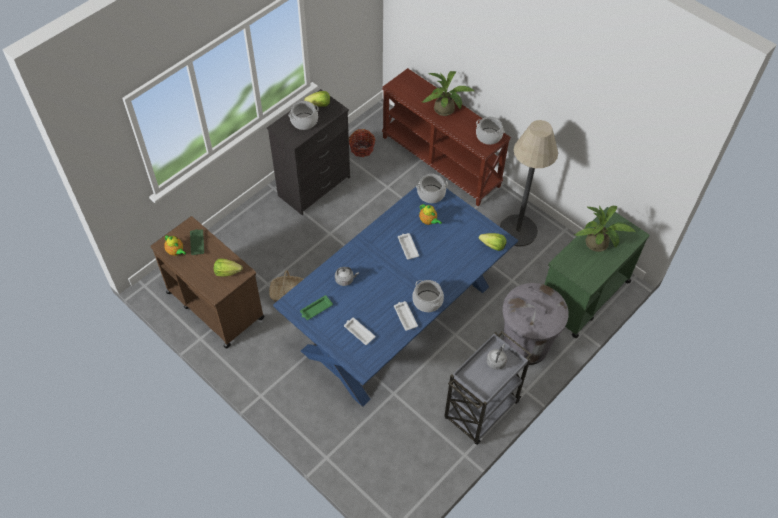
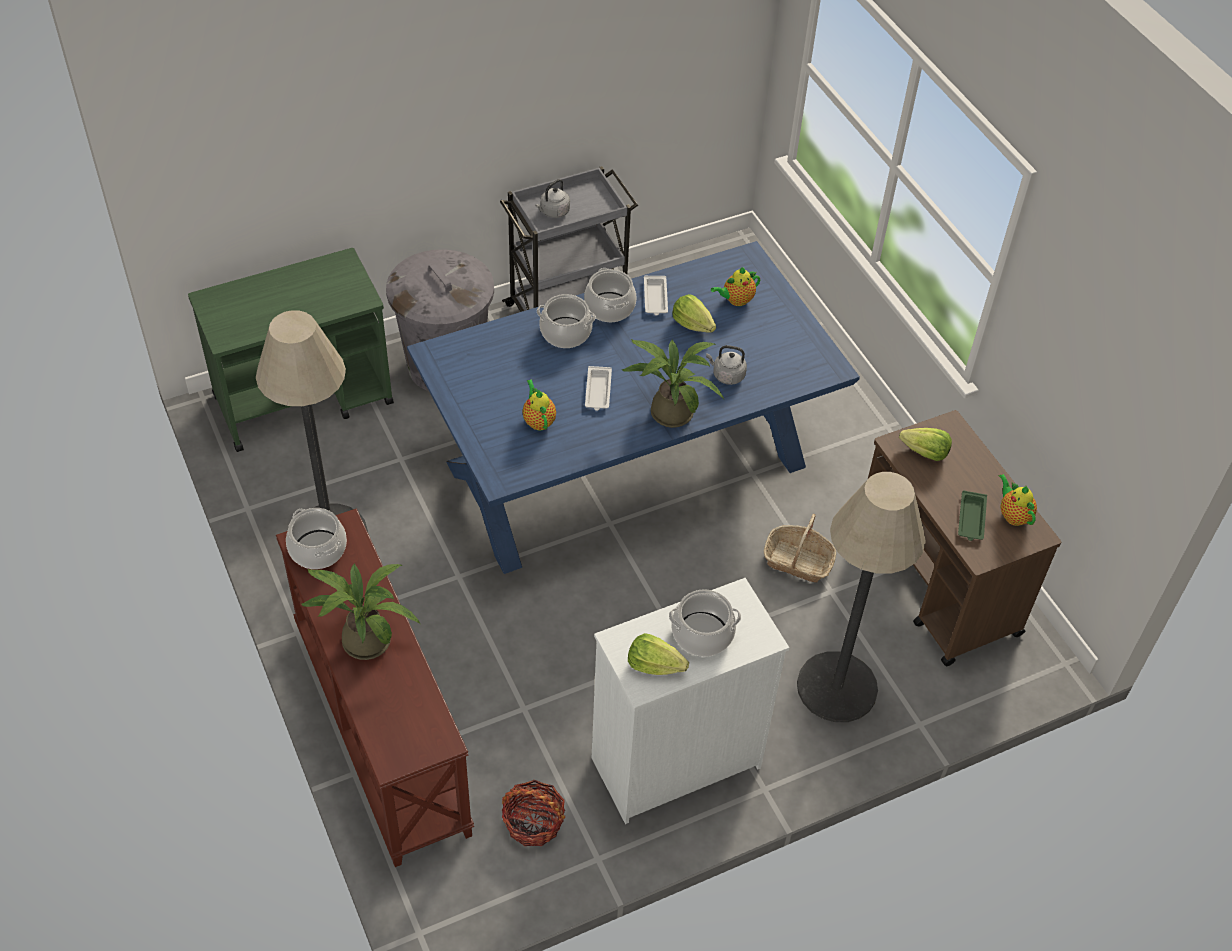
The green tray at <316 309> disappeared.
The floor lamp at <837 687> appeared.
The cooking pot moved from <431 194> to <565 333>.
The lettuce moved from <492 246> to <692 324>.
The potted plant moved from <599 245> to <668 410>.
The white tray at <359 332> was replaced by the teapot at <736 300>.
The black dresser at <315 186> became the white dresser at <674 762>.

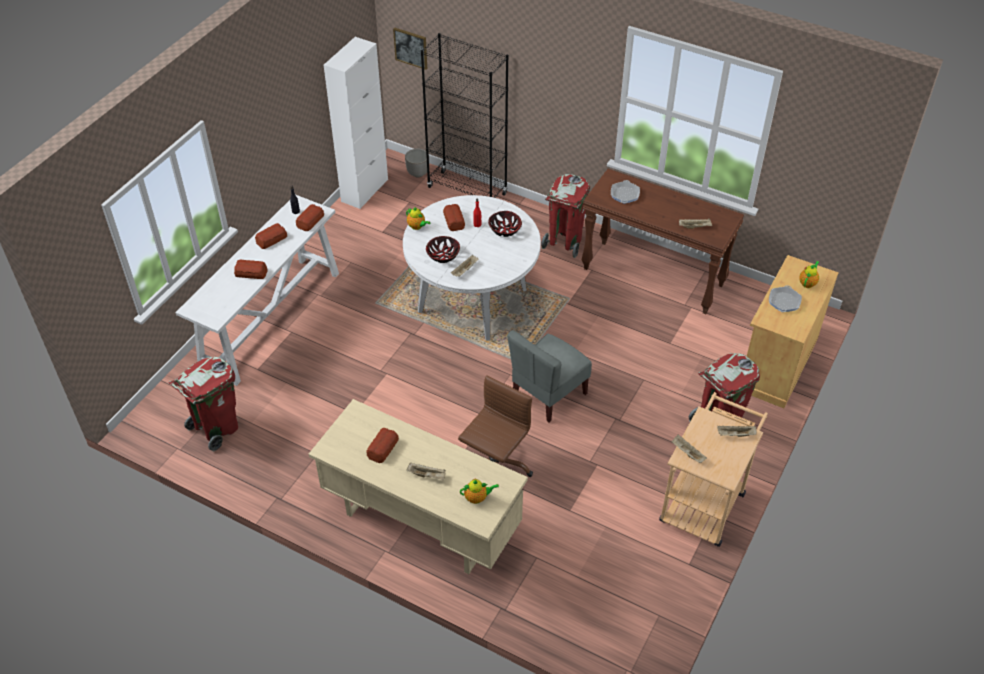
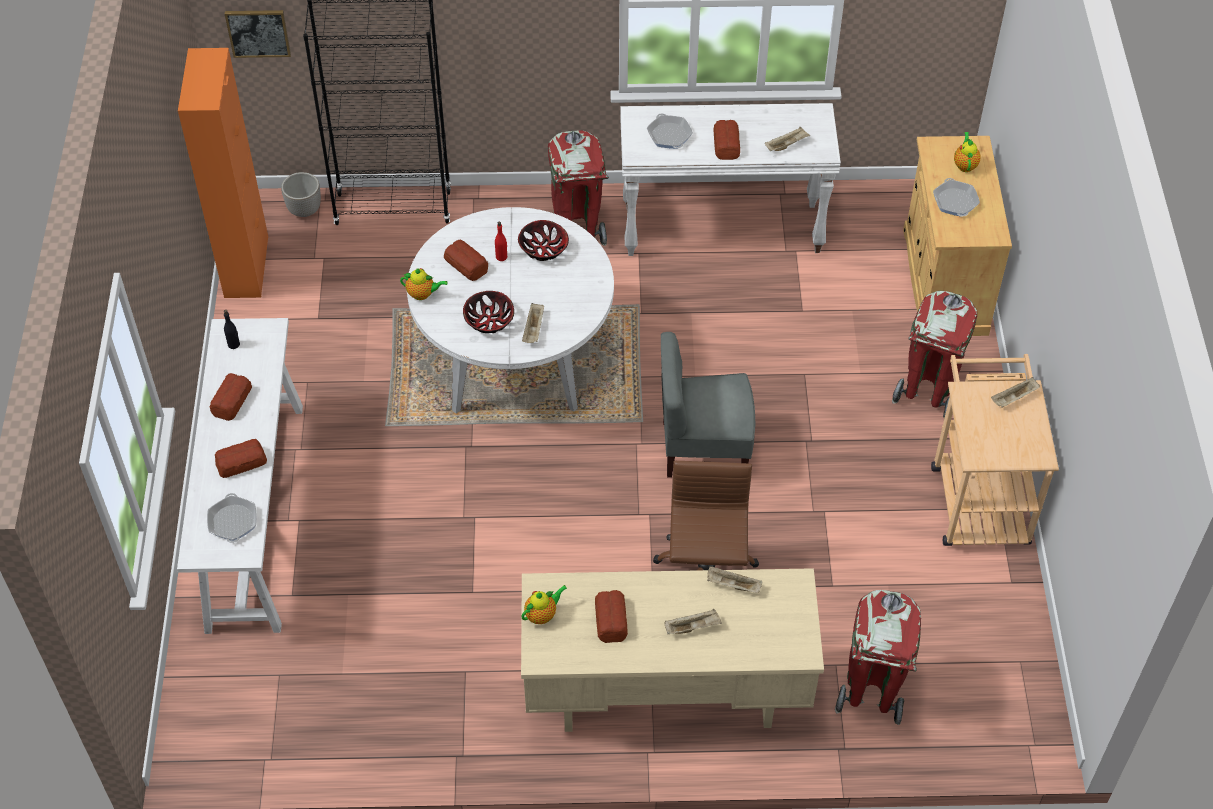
The frying pan at <233 522> appeared.
The red trash can moved from <216 428> to <871 691>.
The bread moved from <310 221> to <726 144>.
The teapot moved from <477 498> to <542 614>.
The beige tray moved from <687 453> to <732 585>.
The white cabinet at <364 190> became the orange cabinet at <246 267>.
The brown console table at <653 276> became the white console table at <722 228>.
The grey chair at <548 395> turned 75 degrees clockwise.

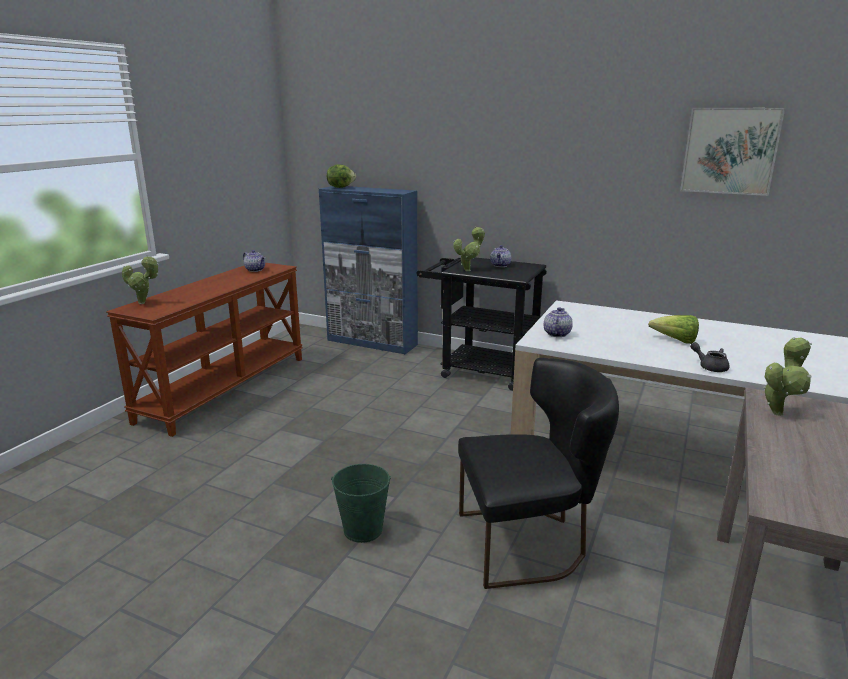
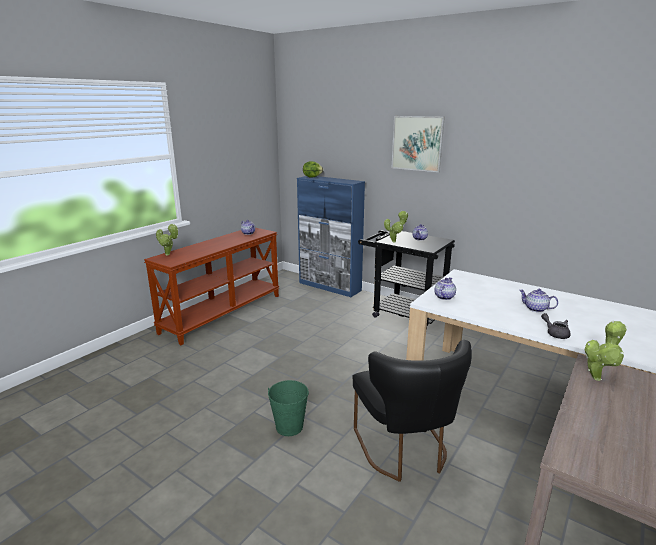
The picture moved from <730 151> to <417 143>.
The lettuce at <675 341> was replaced by the teapot at <535 309>.
The black chair at <529 543> turned 75 degrees clockwise.

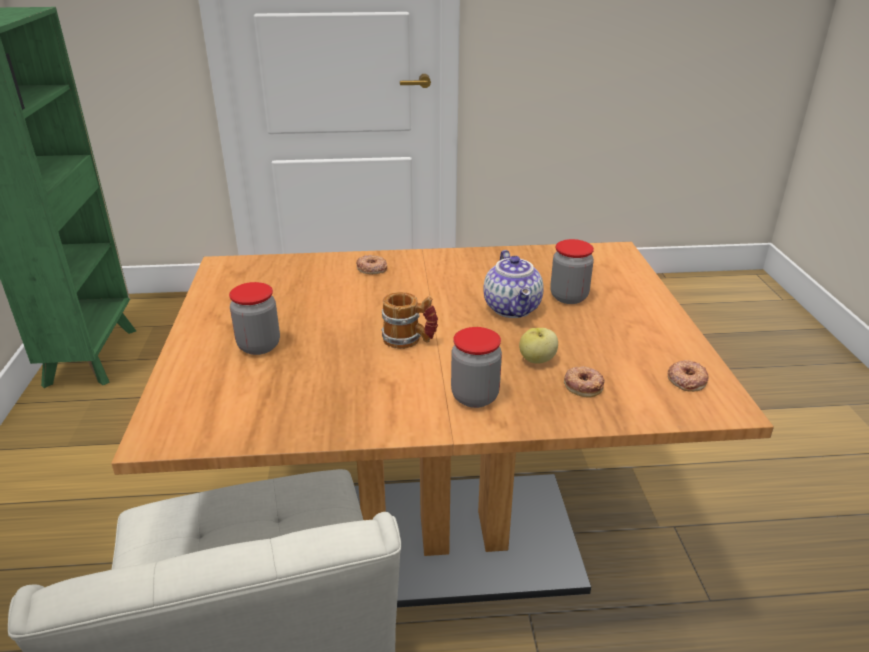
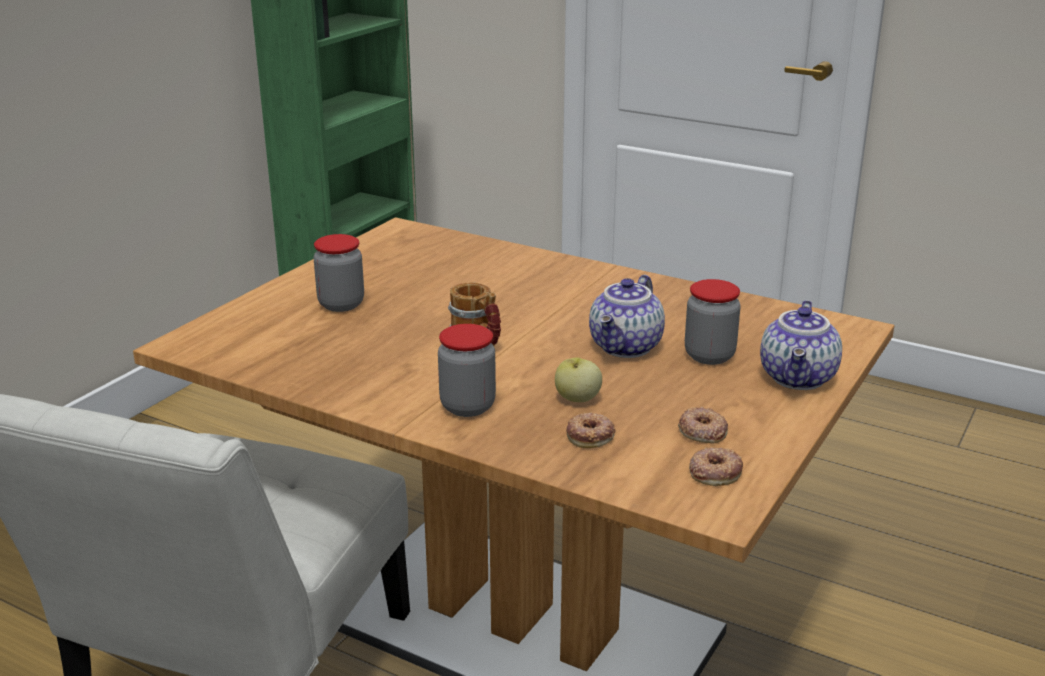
The teapot at <799 378> appeared.
The donut moved from <371 268> to <702 431>.

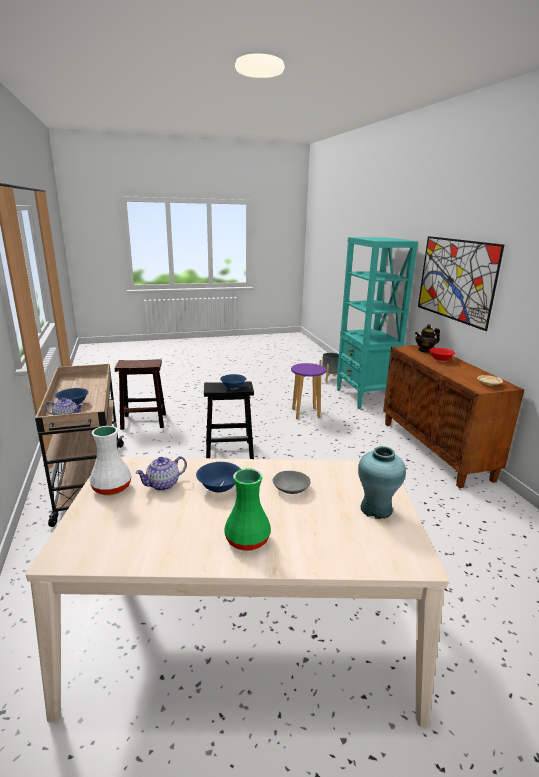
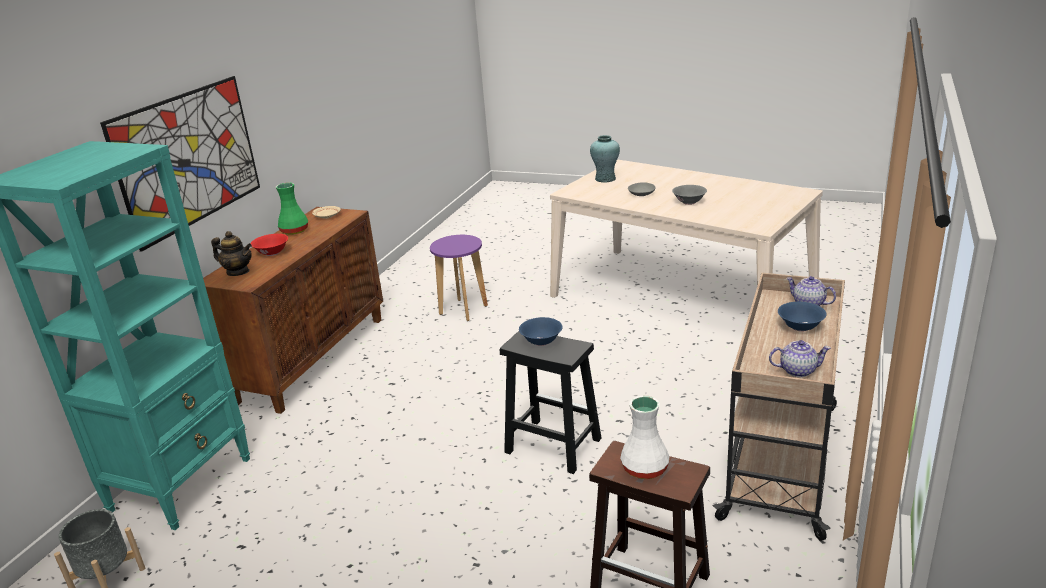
The white vase moved from <111 487> to <644 469>.
The teapot moved from <163 485> to <798 370>.
The green vase moved from <248 540> to <294 231>.
The purple stool moved from <305 413> to <463 310>.
The blue bowl at <219 487> became the grey bowl at <689 202>.

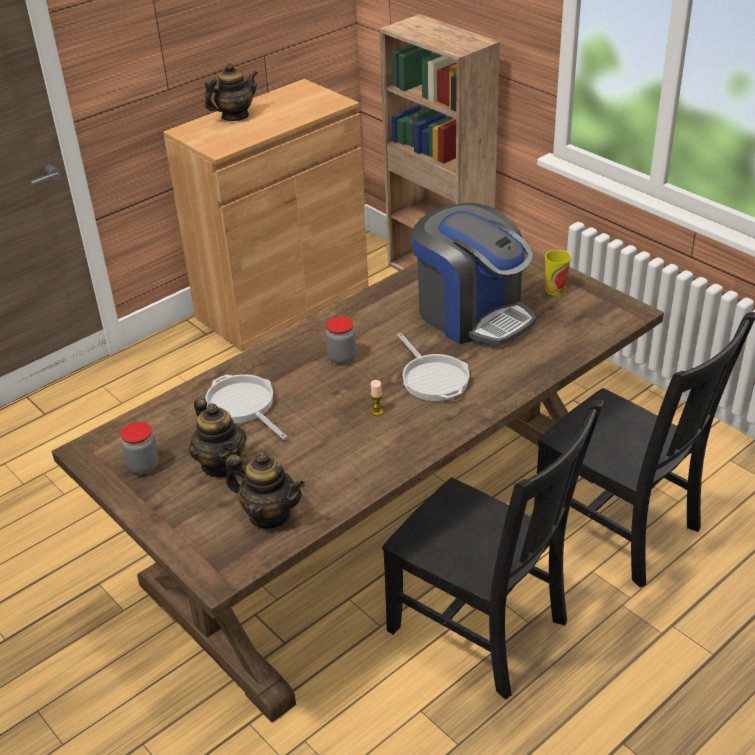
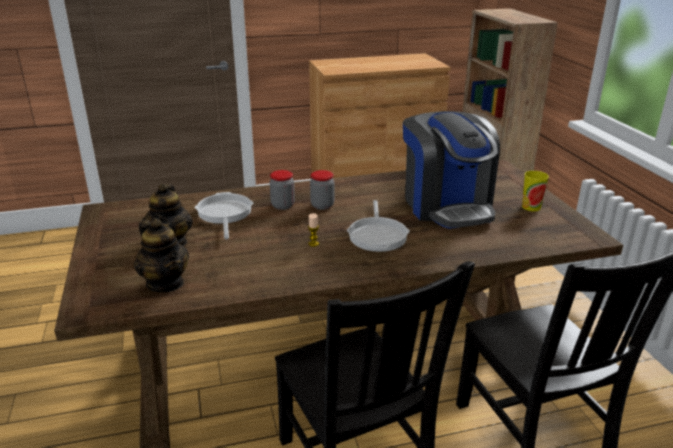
The teapot at <235 116> disappeared.
The jar moved from <144 466> to <282 205>.

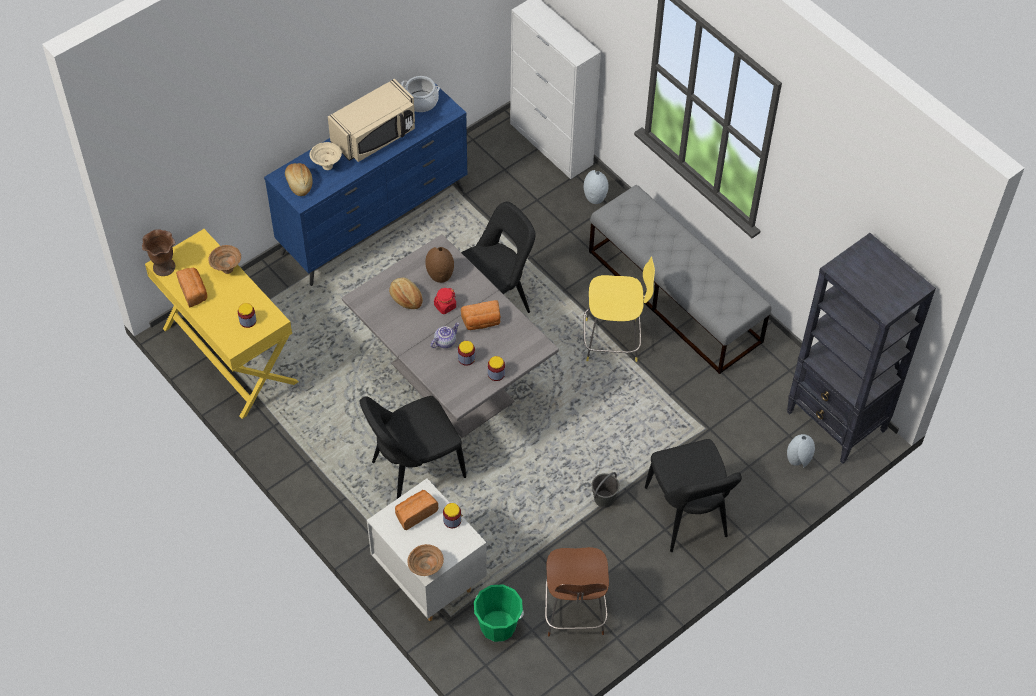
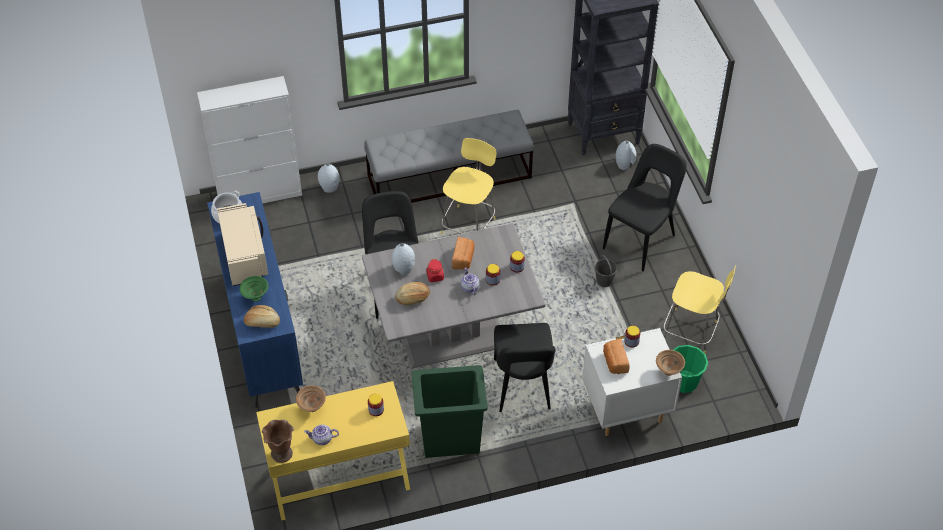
The green trash can at <449 438> appeared.
The bread at <194 292> was replaced by the teapot at <322 439>.
The beige bowl at <326 166> became the green bowl at <256 298>.
The brown vase at <440 275> became the grey vase at <403 269>.
The brown stool at <574 613> became the yellow stool at <692 332>.
The black chair at <687 516> turned 60 degrees counterclockwise.

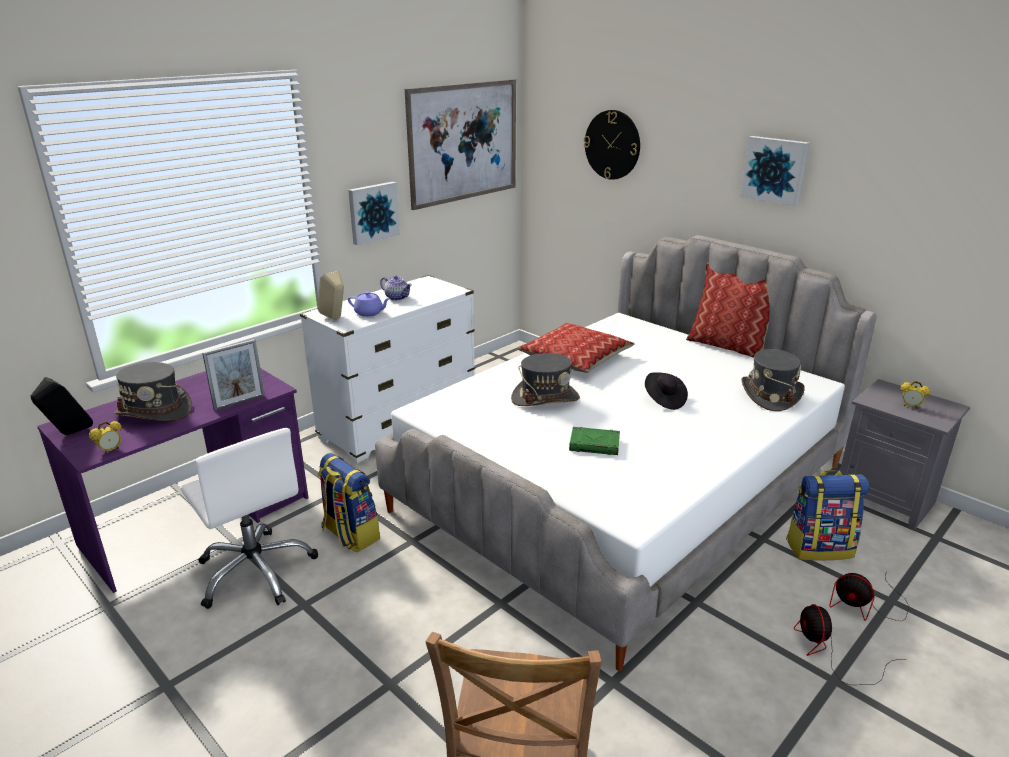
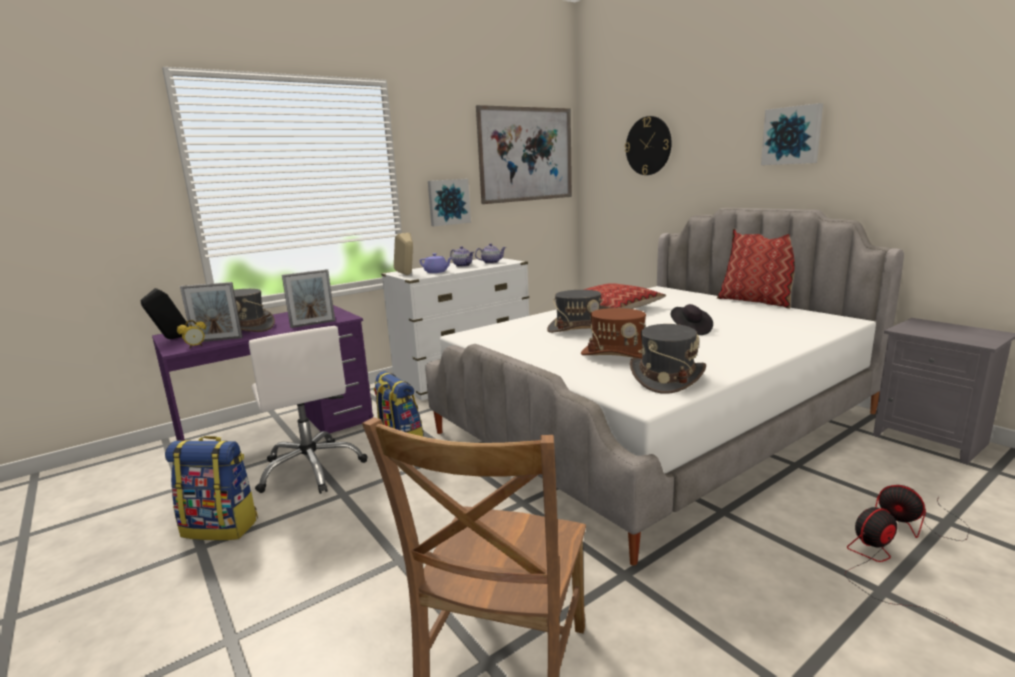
The alarm clock at <910 406> disappeared.
The picture frame at <217 340> appeared.
The teapot at <491 262> appeared.
The grey hat moved from <770 395> to <666 378>.
The backpack moved from <819 547> to <222 527>.
The green book at <595 445> was replaced by the brown hat at <617 355>.
The fan at <830 653> turned 60 degrees clockwise.

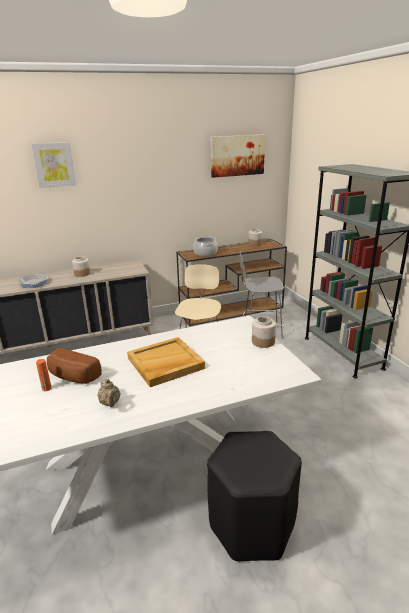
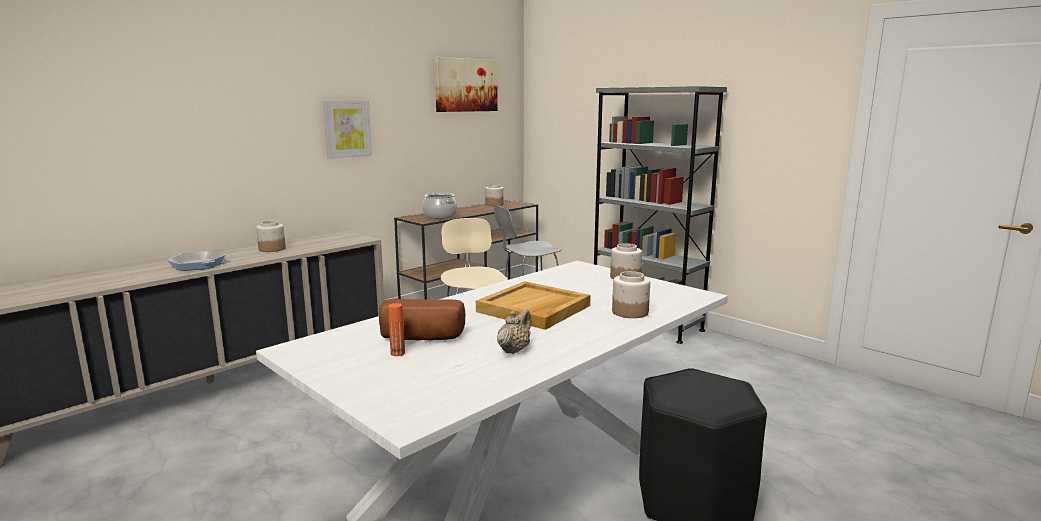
The jar at <630 312> appeared.
The picture moved from <54 165> to <347 129>.
The beige teapot at <110 403> turned 105 degrees counterclockwise.

